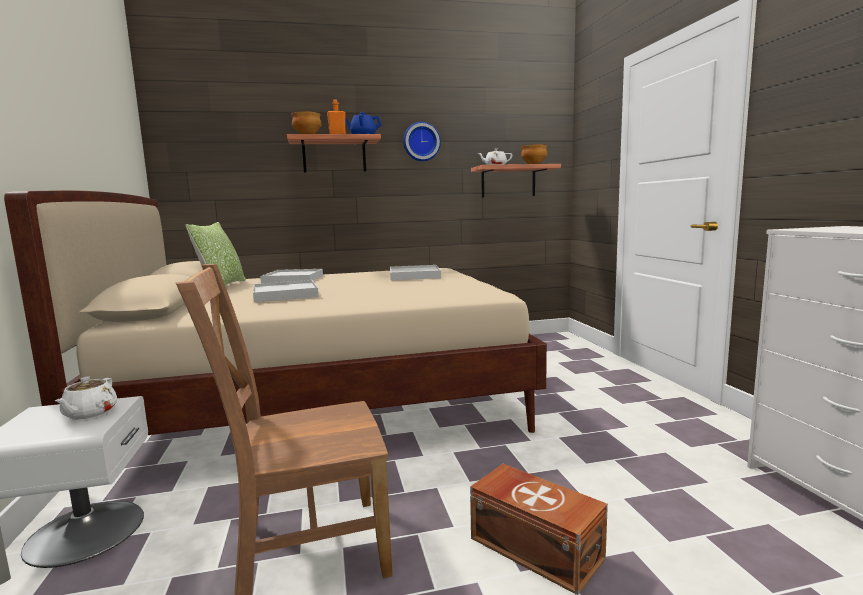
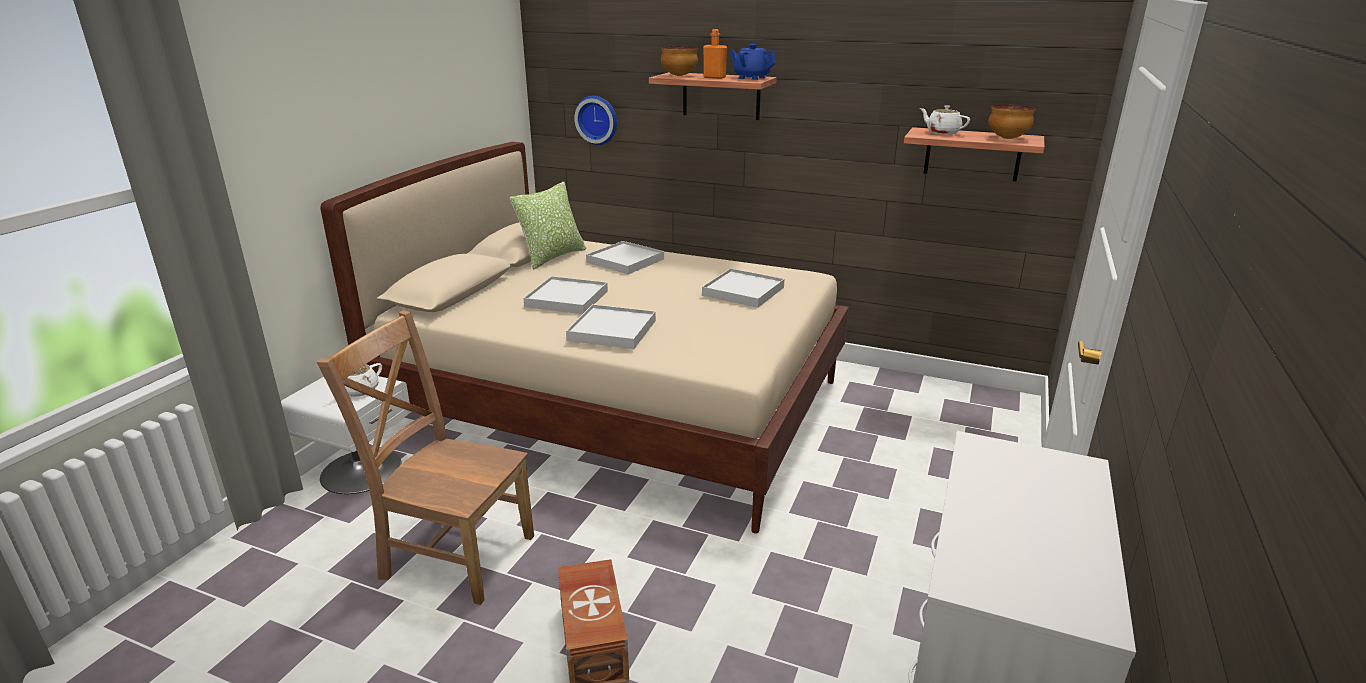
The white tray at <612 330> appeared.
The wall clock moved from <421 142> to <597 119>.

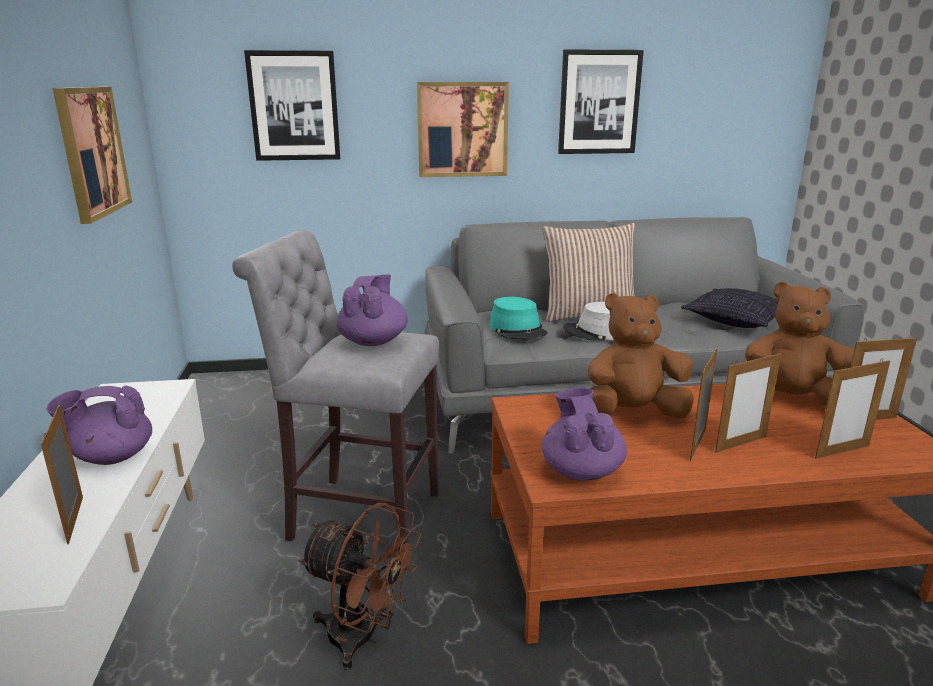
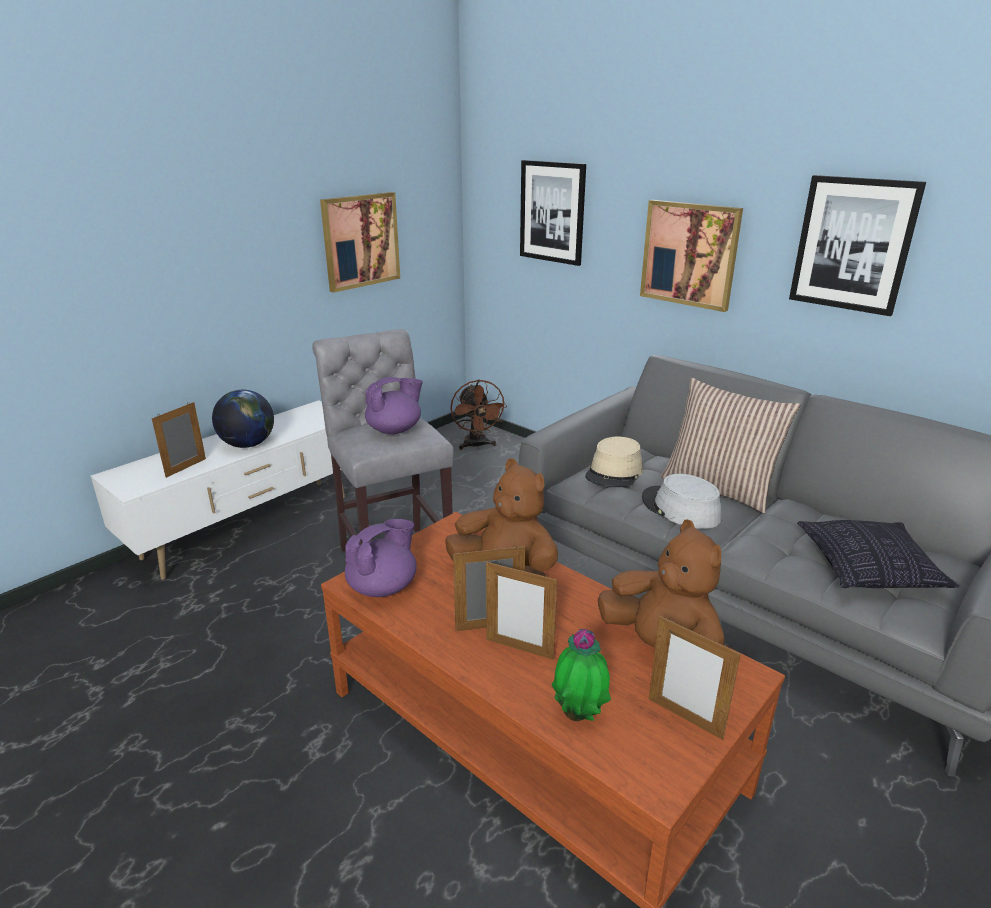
The brown fan moved from <363 638> to <476 445>.
The purple teapot at <112 457> was replaced by the globe at <248 444>.
The picture frame at <842 451> was replaced by the potted plant at <579 714>.
The turquoise hat at <518 329> became the beige hat at <614 472>.

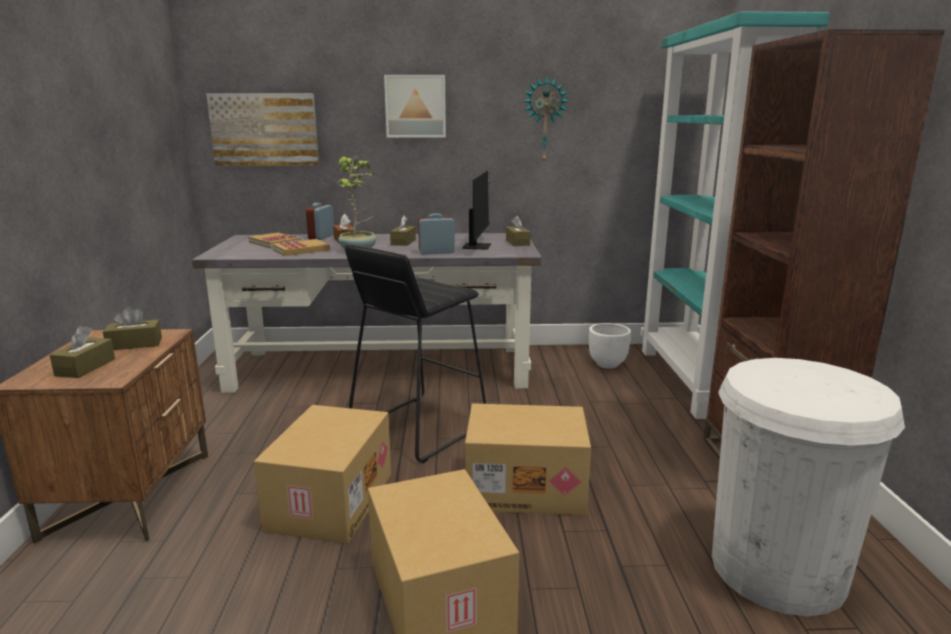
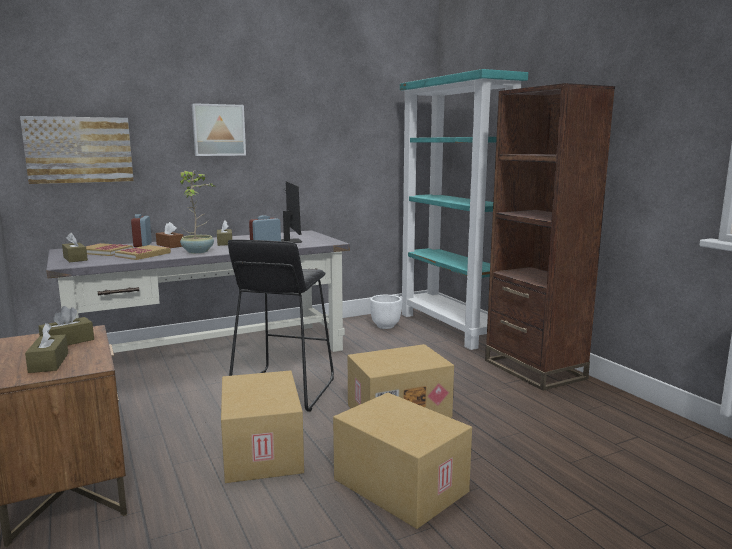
The wall clock at <544 120> disappeared.
The white trash can at <777 569> disappeared.
The brown tissue box moved from <517 242> to <75 259>.

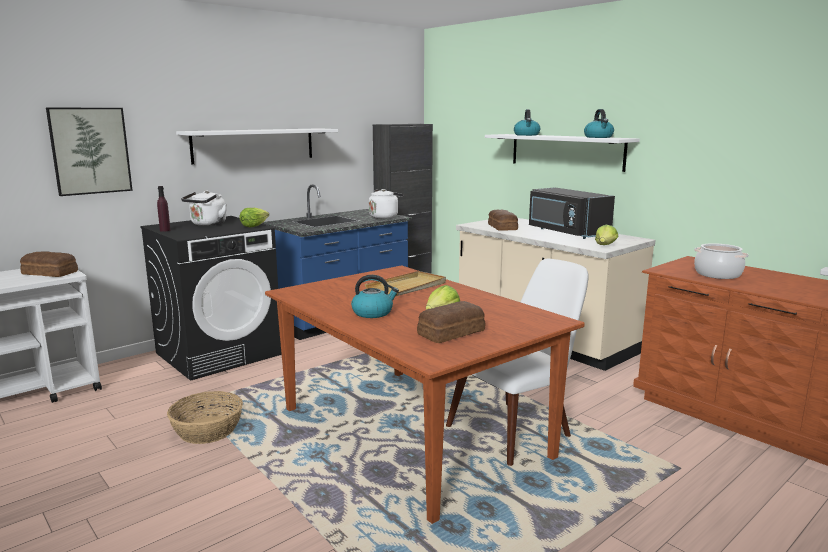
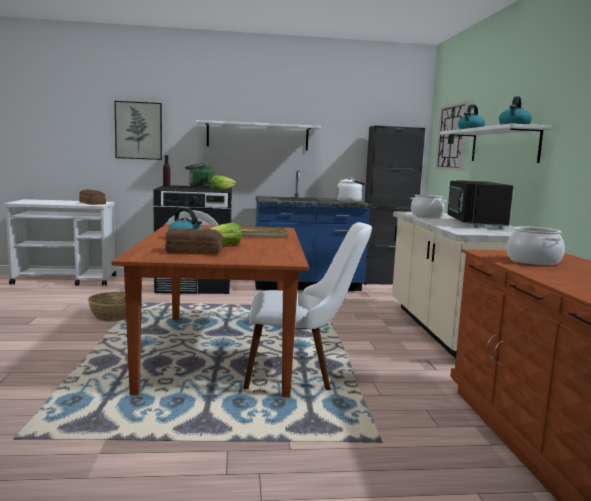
The lettuce at <605 246> disappeared.
The wall clock at <452 137> appeared.
The bread at <502 227> was replaced by the cooking pot at <426 216>.
The white kettle at <207 224> became the green kettle at <199 187>.

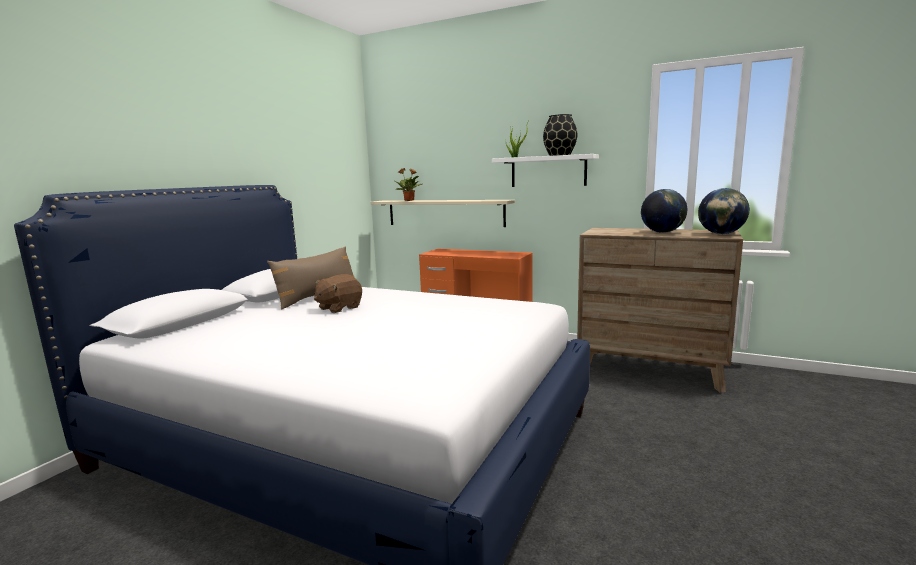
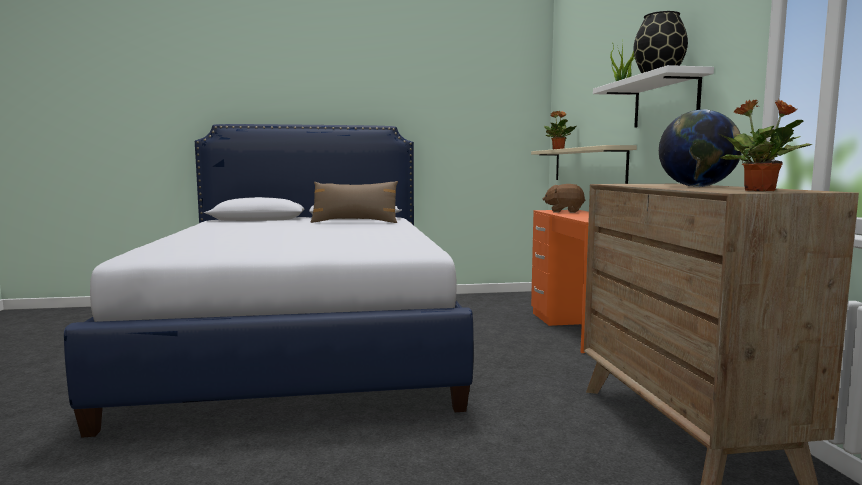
The brown plush toy moved from <339 308> to <564 211>.
The globe at <721 234> was replaced by the potted plant at <761 191>.

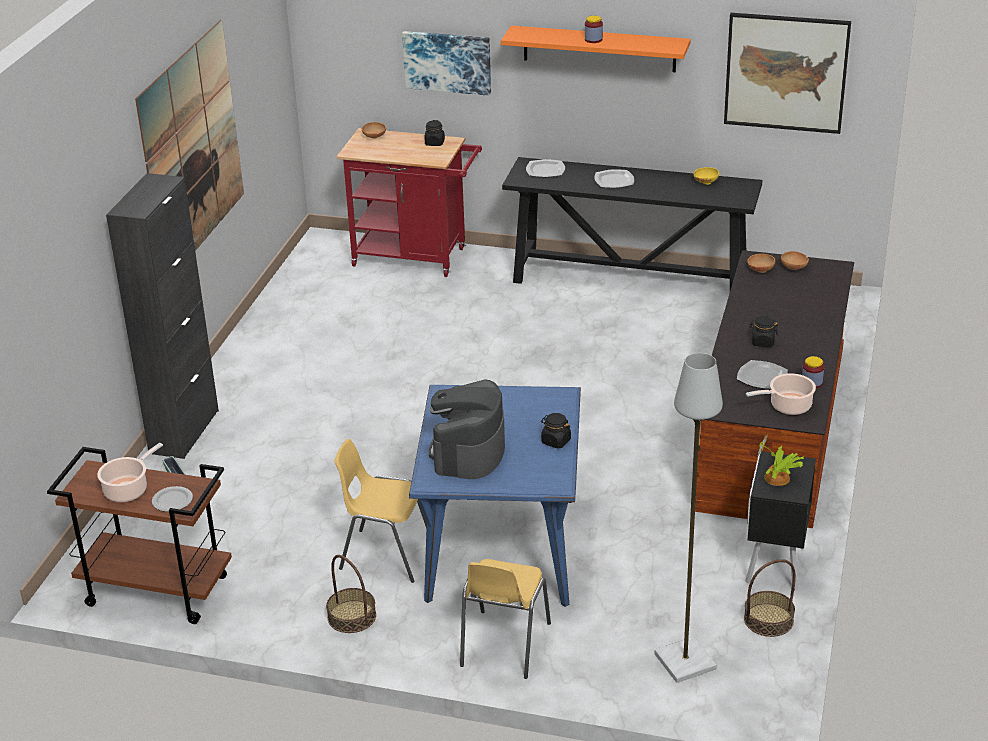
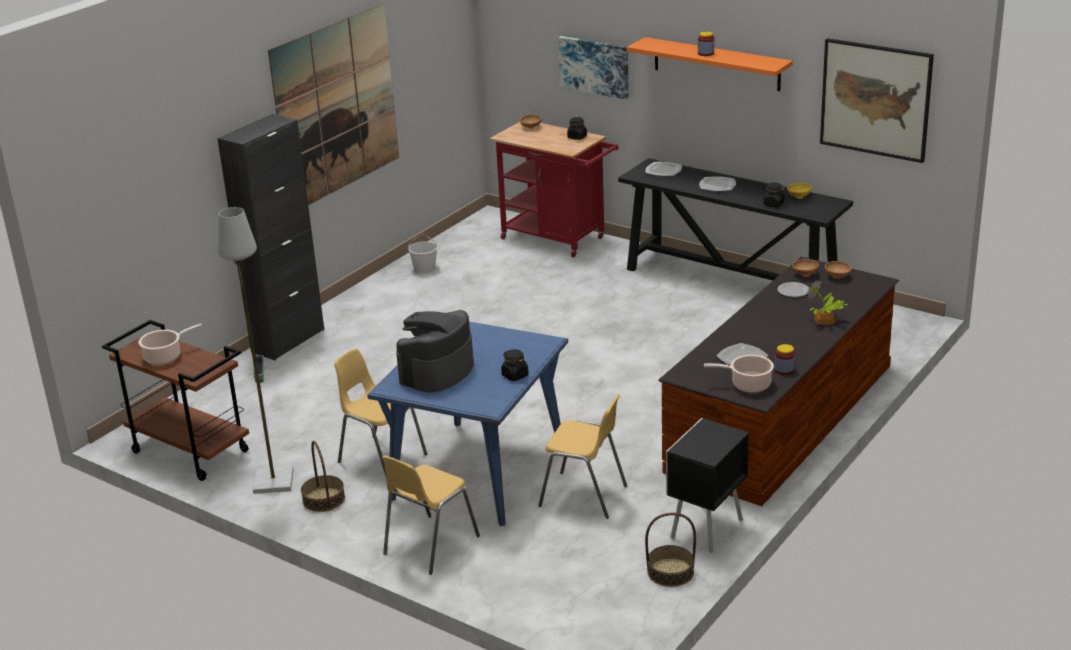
The white bucket at <425 269> appeared.
The yellow chair at <584 496> appeared.
The plate moved from <171 501> to <793 291>.
The grey floor lamp moved from <686 661> to <274 482>.
The black jar moved from <762 342> to <773 204>.
The potted plant moved from <778 479> to <825 320>.

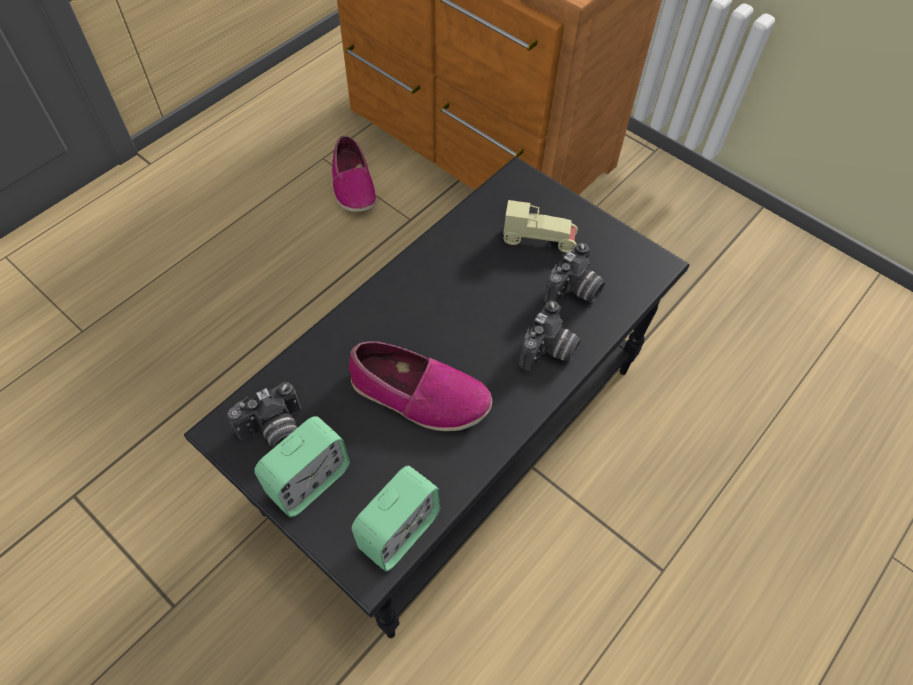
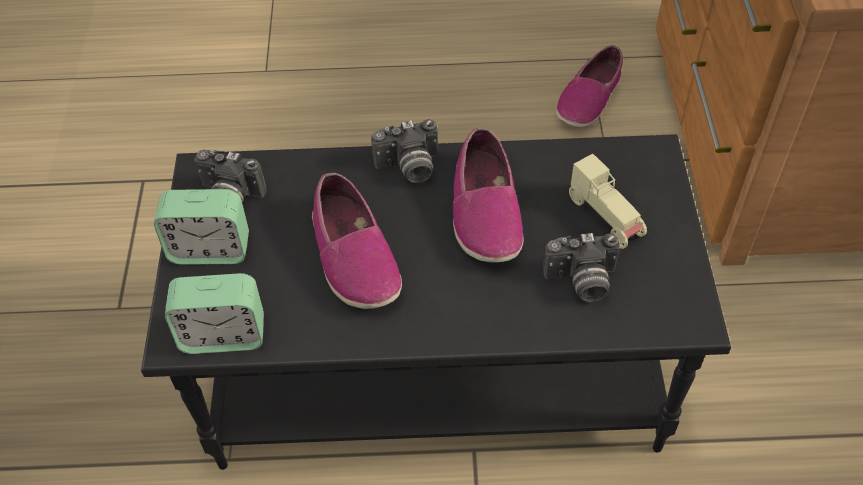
The shoe at <485 211> appeared.
The photo camera moved from <549 352> to <409 168>.

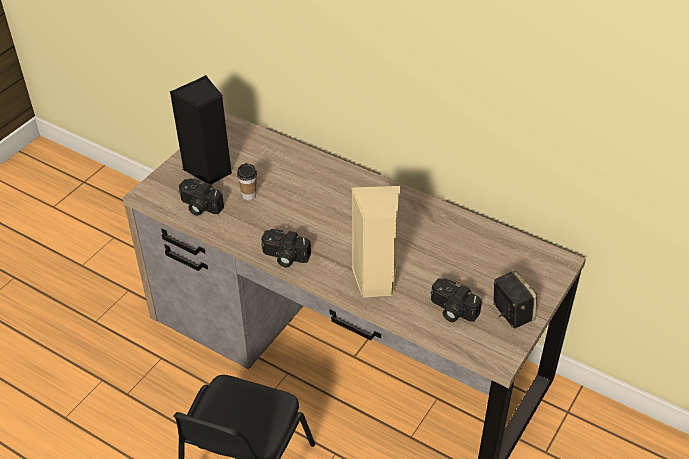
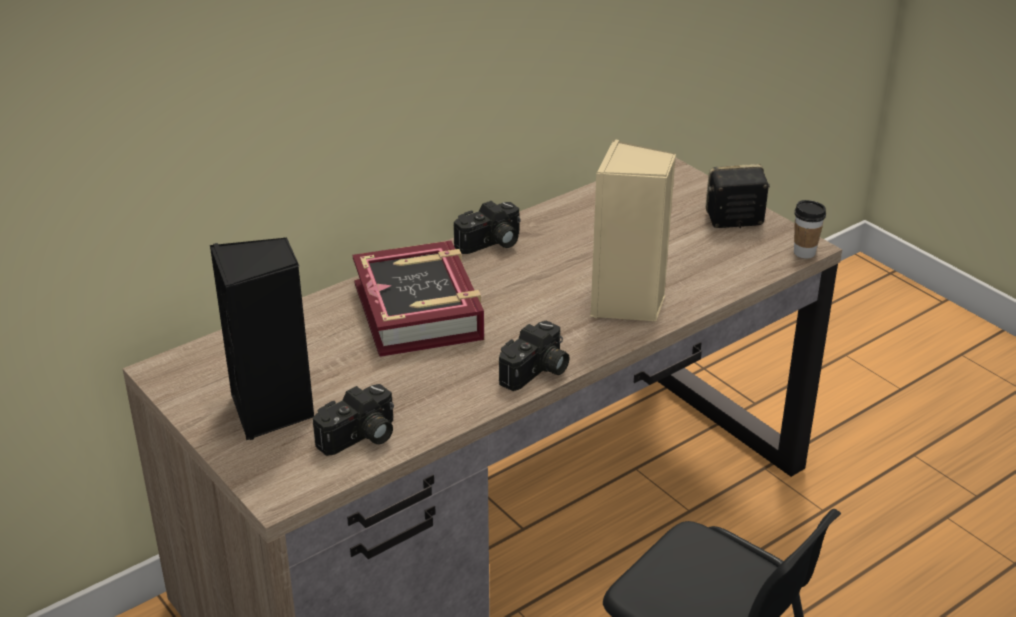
The book at <419 311> appeared.
The cup moved from <249 195> to <804 252>.
The photo camera moved from <451 310> to <491 244>.

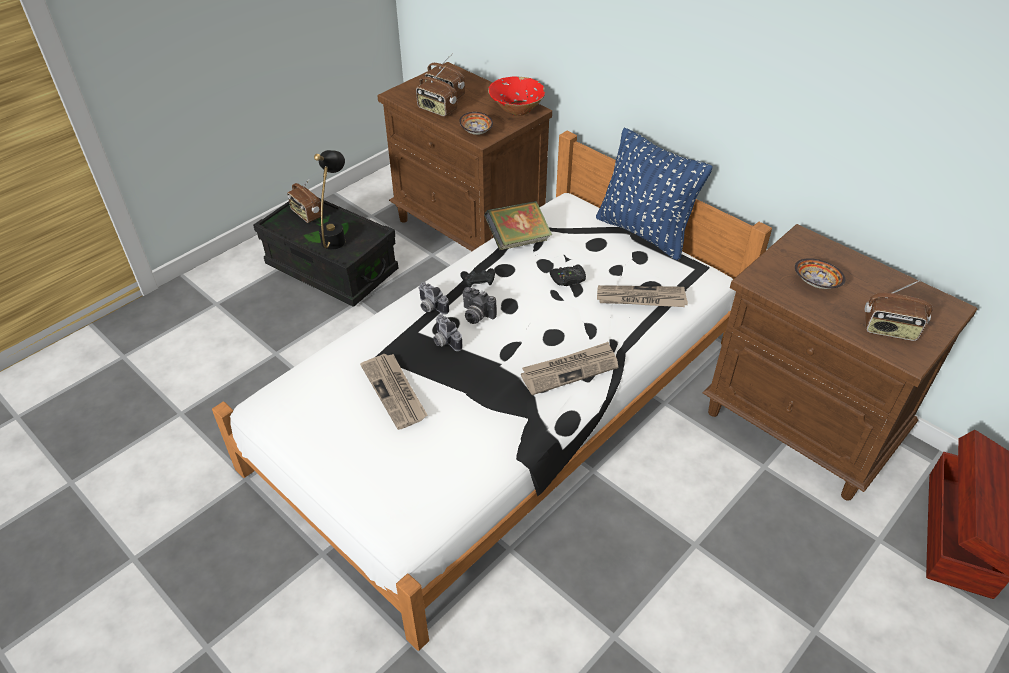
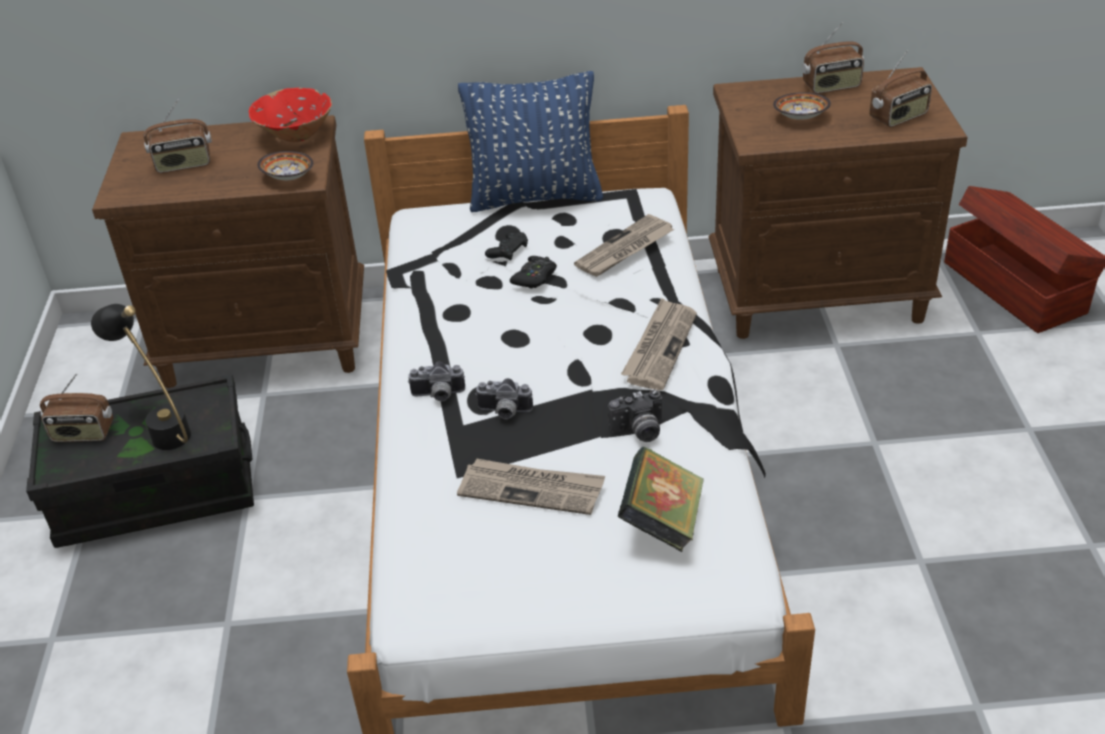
The radio moved from <437 110> to <831 86>.
The black game controller moved from <478 280> to <508 250>.
The photo camera moved from <476 316> to <639 432>.
The book moved from <518 241> to <662 521>.

